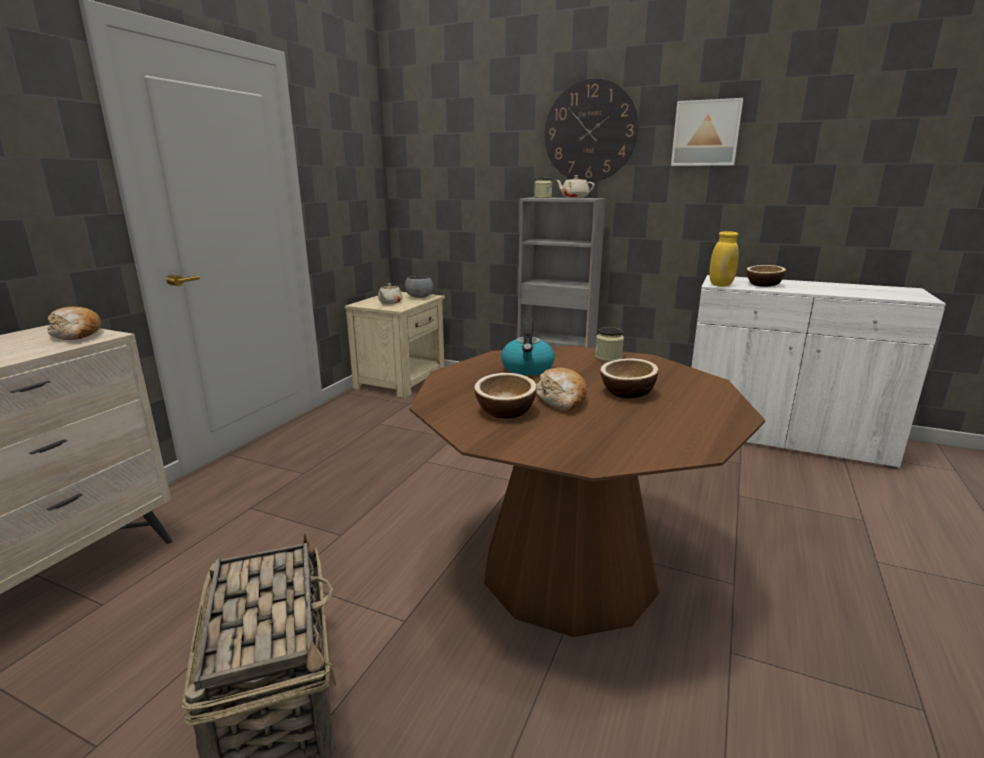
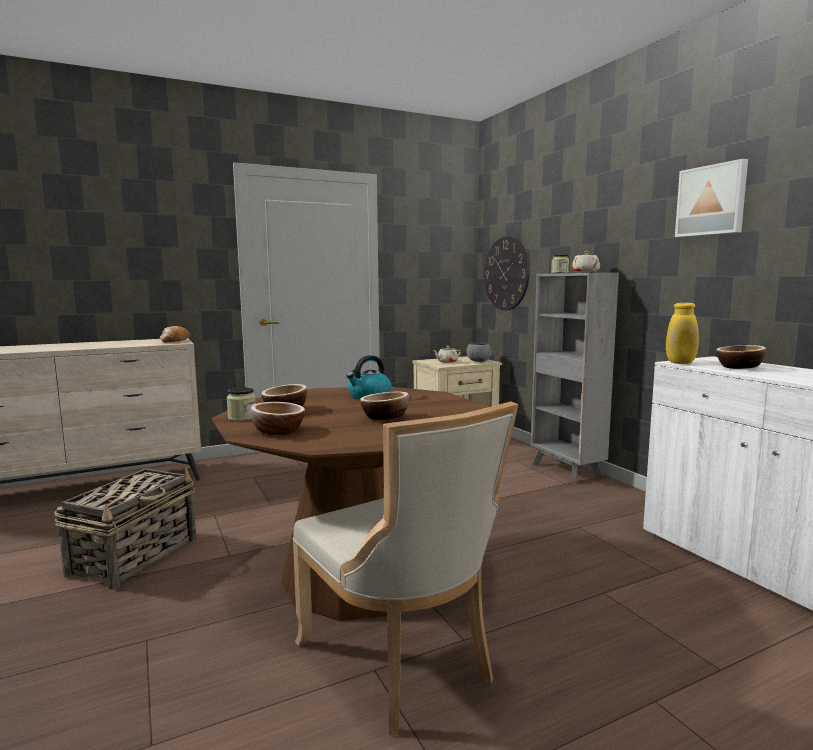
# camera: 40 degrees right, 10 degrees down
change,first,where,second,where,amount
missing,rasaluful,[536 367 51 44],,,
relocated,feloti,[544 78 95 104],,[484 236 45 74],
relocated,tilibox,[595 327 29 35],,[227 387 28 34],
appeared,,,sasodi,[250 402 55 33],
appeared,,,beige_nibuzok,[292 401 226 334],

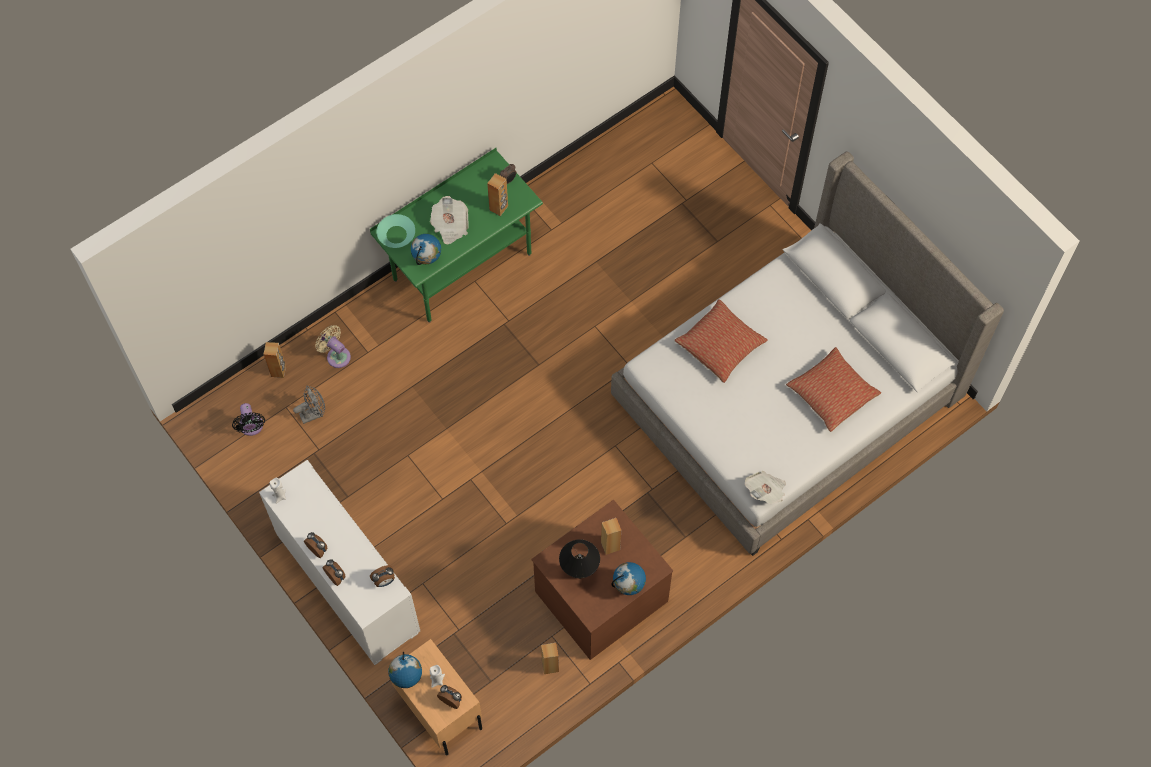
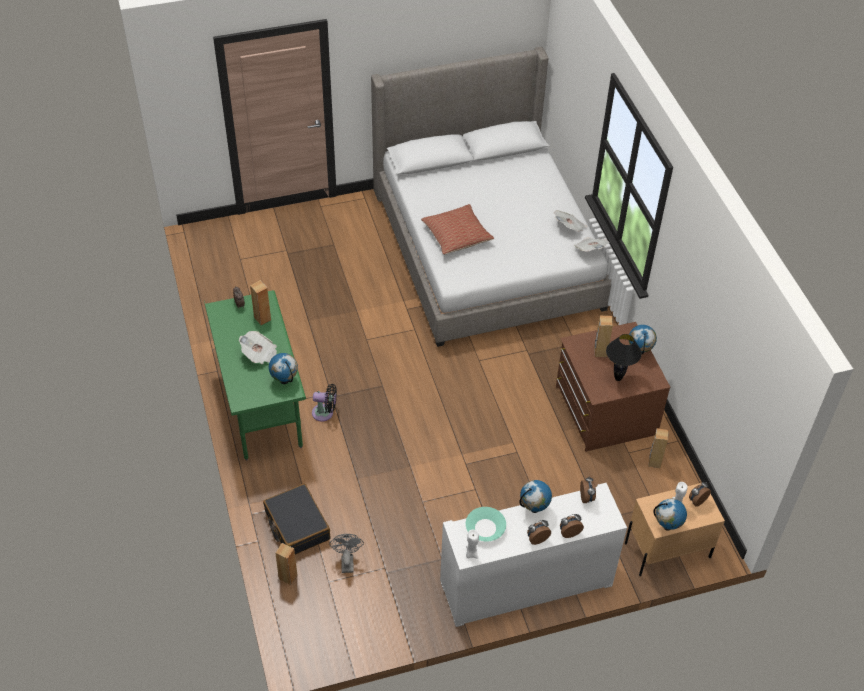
# camera: 70 degrees left, 15 degrees down
change,first,where,second,where,amount
relocated,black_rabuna,[232 403 33 33],,[312 384 25 37],
exchanged,beige_rabuna,[315 325 36 43],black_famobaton,[263 484 67 71],
relocated,turquoise_sasodi,[376 214 39 34],,[466 507 40 34],
missing,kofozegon,[786 347 95 85],,,
appeared,,,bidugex,[519 480 33 33],
appeared,,,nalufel,[554 210 33 22],

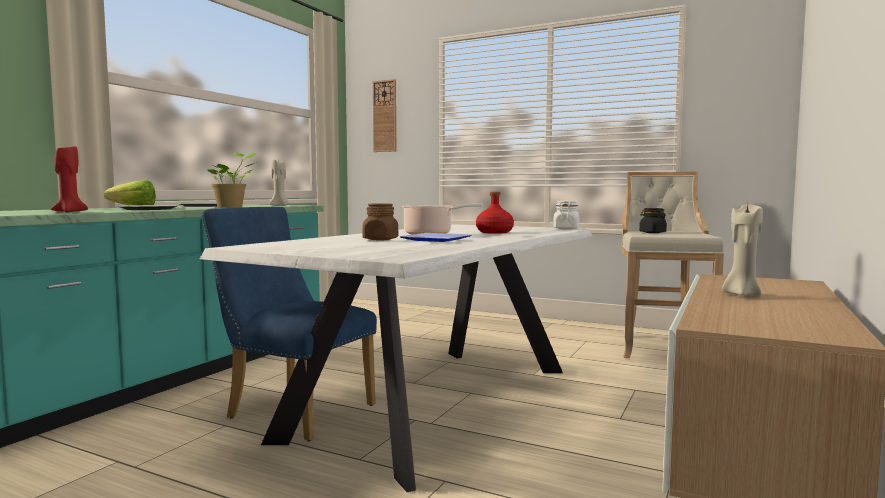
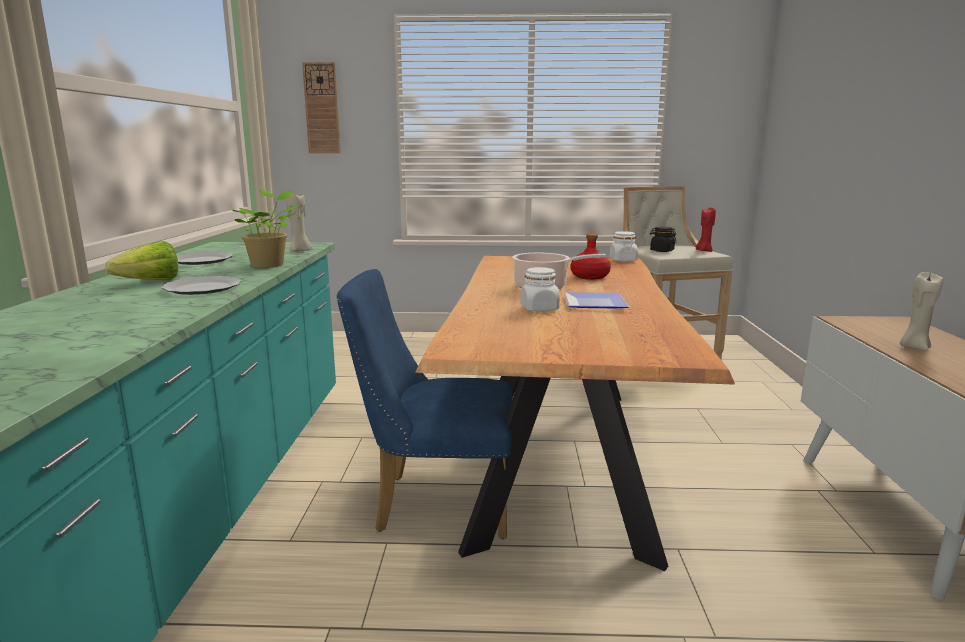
# camera: 25 degrees left, 10 degrees up
change,first,where,second,where,amount
relocated,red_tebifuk,[51 145 37 68],,[696 208 20 44],
colour,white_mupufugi,[200 224 393 268],brown_mupufugi,[416 256 319 315],
colour,brown_tilibox,[362 204 36 36],white_tilibox,[521 267 39 45],

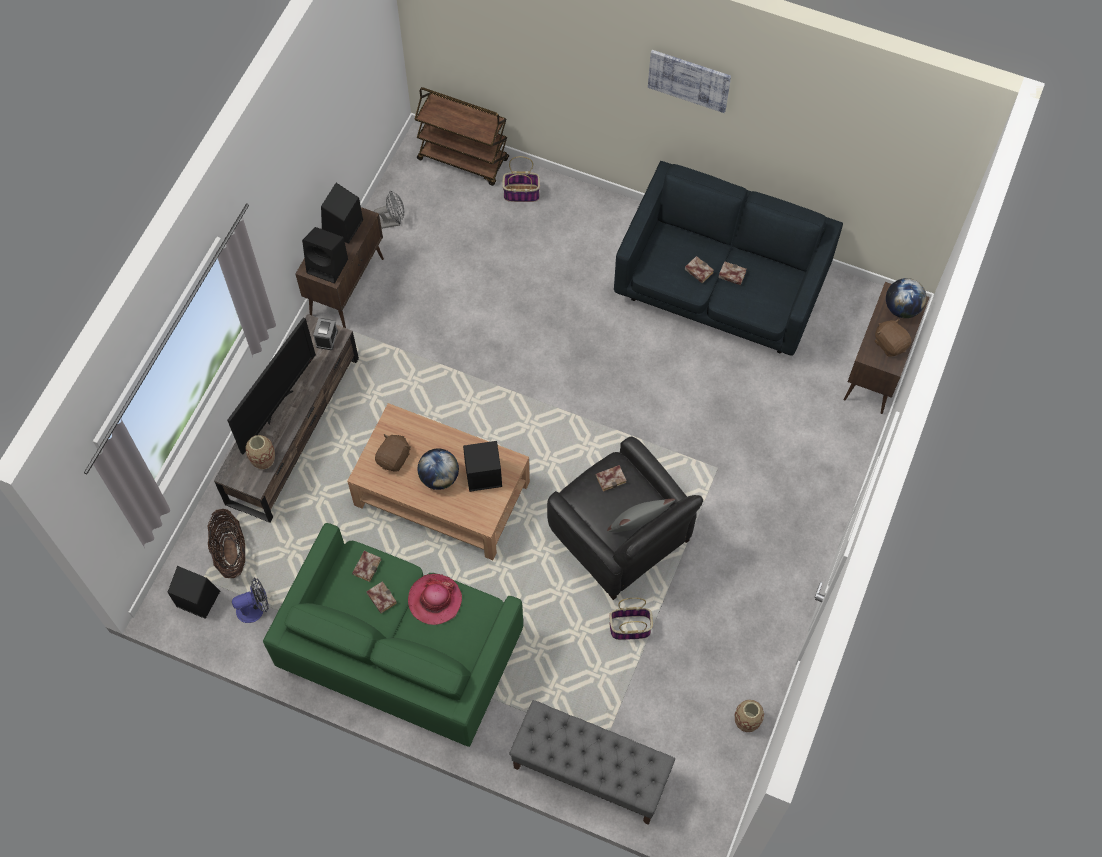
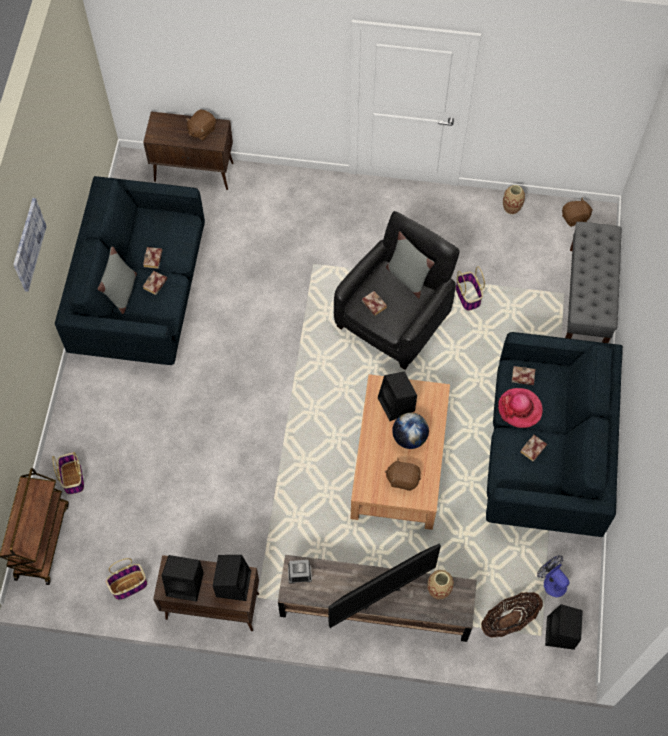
# camera: 105 degrees left, 0 degrees up
change,first,where,second,where,amount
spun,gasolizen,[227 317 89 137],,[328 544 113 84],135 degrees clockwise
colour,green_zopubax,[263 523 260 224],blue_zopubax,[486 332 137 205],
relocated,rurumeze,[352 551 29 31],,[512 366 23 19],
exchanged,grey_rabuna,[374 190 30 39],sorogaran,[106 558 41 42],
missing,bidugex,[886 278 41 40],,,
appeared,,,grey_kofozegon,[98 247 39 67],
appeared,,,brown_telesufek,[562 197 31 30],

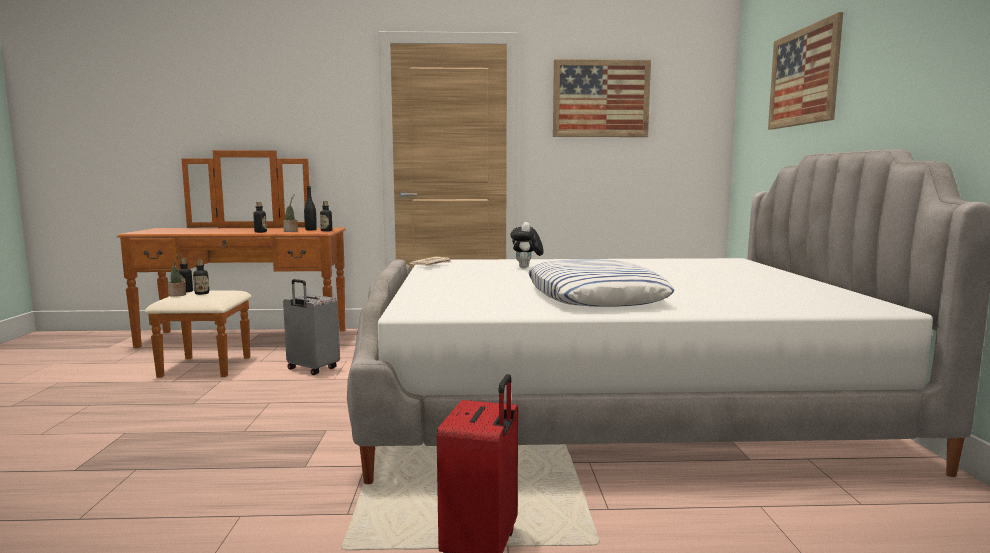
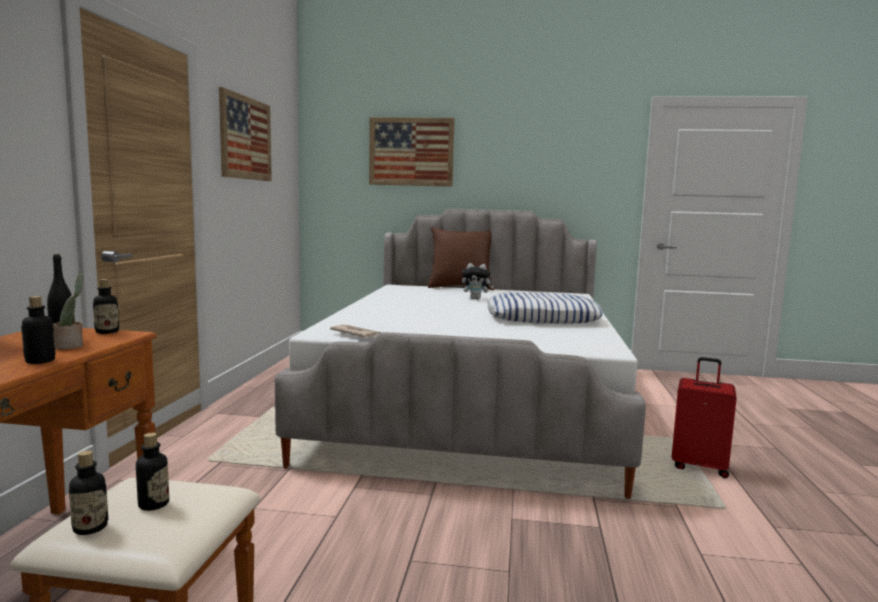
# camera: 80 degrees left, 0 degrees up
change,first,where,second,where,amount
missing,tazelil,[168 253 18 44],,,
missing,grey_famobaton,[283 279 57 96],,,
relocated,telesufek,[510 222 34 46],,[462 263 32 36],
appeared,,,brown_kofozegon,[428 227 66 63],

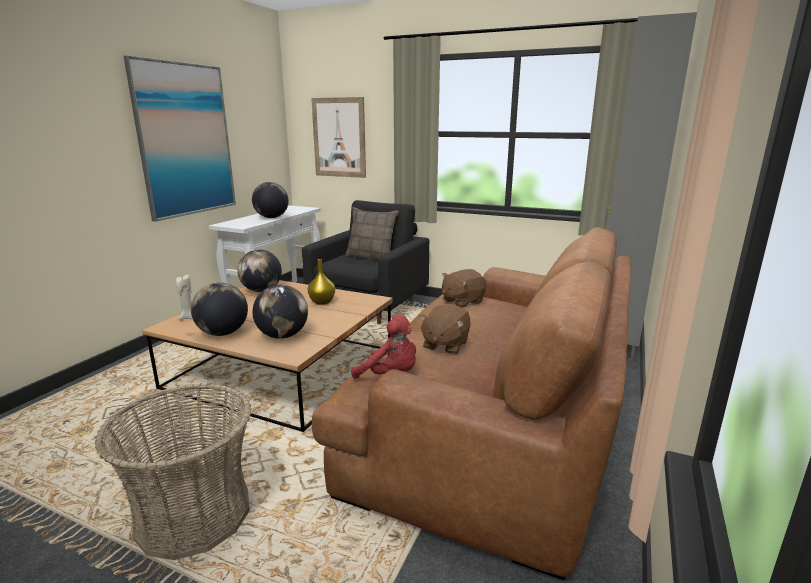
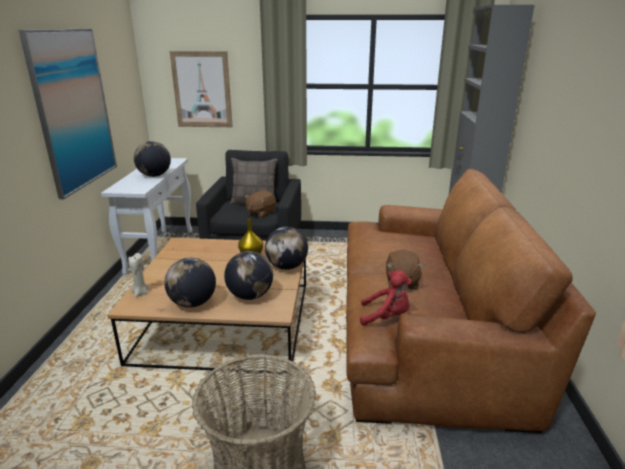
# camera: 20 degrees left, 5 degrees up
change,first,where,second,where,amount
relocated,bidugex,[237 250 45 42],,[265 227 43 43],
relocated,brown_telesufek,[442 269 45 39],,[245 190 31 28],

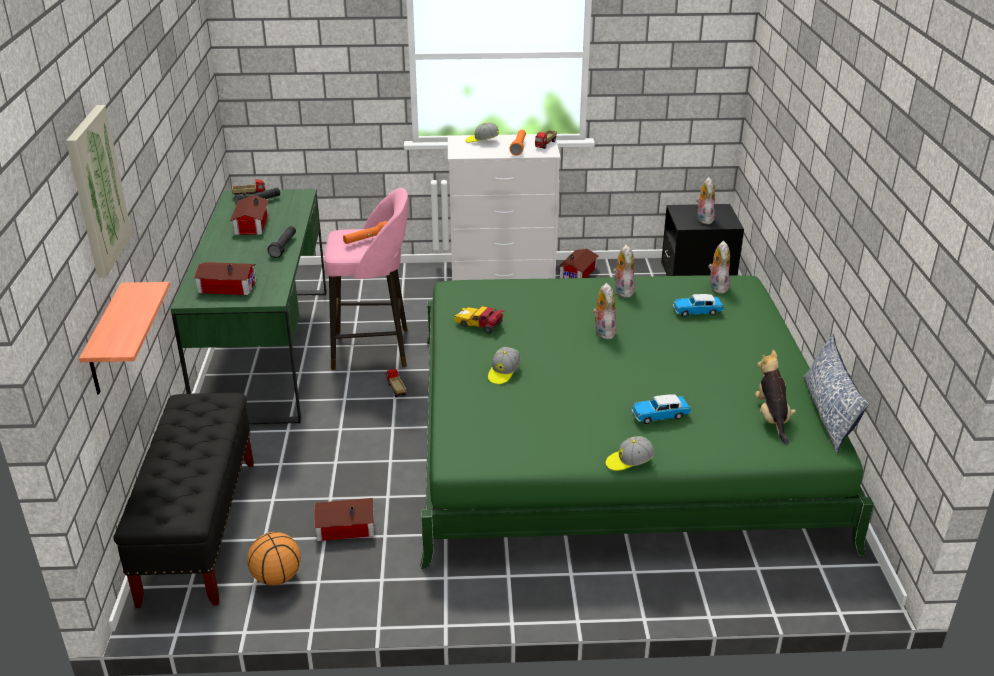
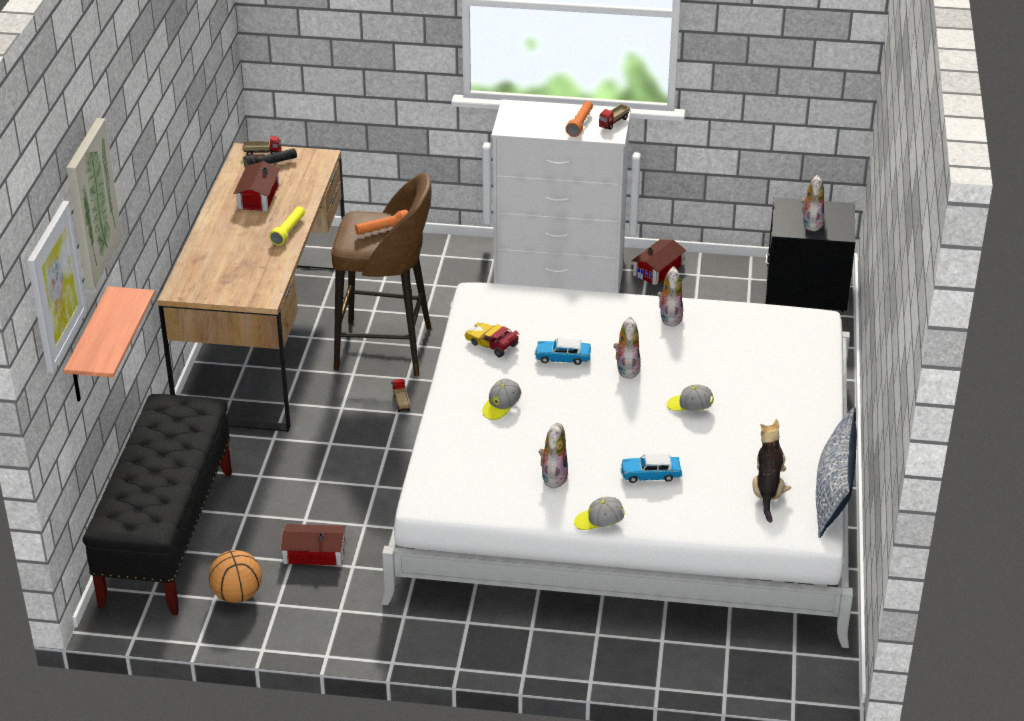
# camera: 10 degrees right, 5 degrees up
change,first,where,second,where,amount
colour,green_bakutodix,[171 189 156 235],brown_bakutodix,[158 143 187 289],
missing,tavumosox,[194 262 62 33],,,
colour,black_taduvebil,[268 226 28 32],yellow_taduvebil,[269 207 36 38],
colour,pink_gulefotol,[324 188 84 182],brown_gulefotol,[331 173 101 204],
colour,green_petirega,[420 275 454 294],white_petirega,[381 282 472 366],
relocated,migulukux,[465 122 34 21],,[666 384 48 27],
relocated,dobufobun,[673 294 51 23],,[535 338 56 27],
relocated,telesufek,[708 241 22 53],,[539 423 29 65],
appeared,,,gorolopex,[27 201 60 172],

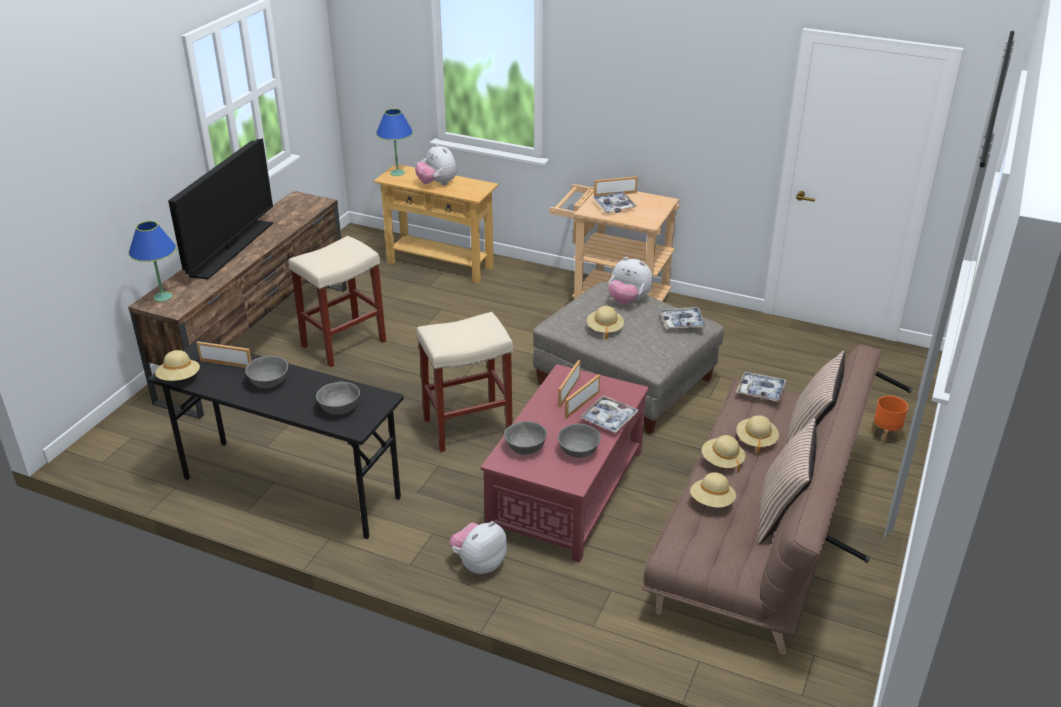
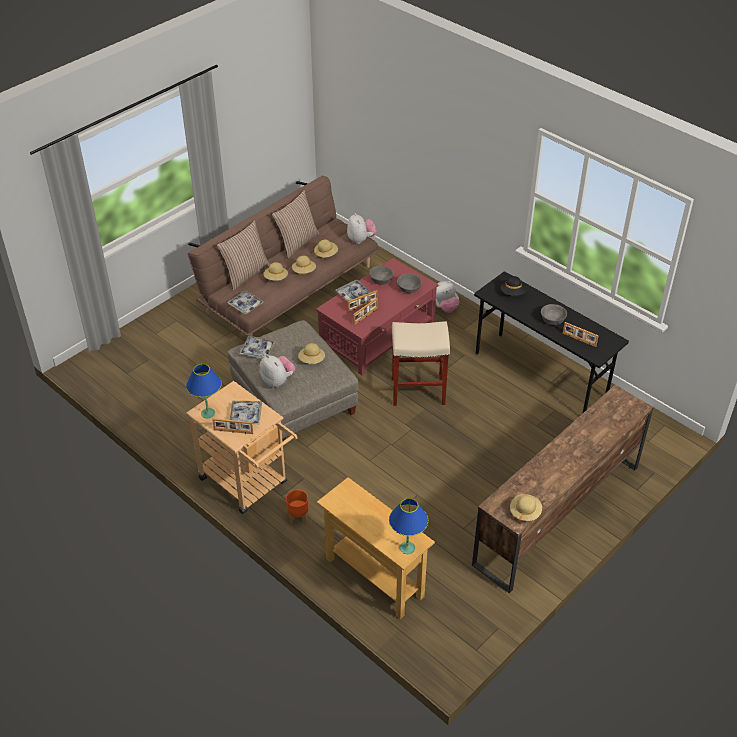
# camera: 160 degrees left, 10 degrees up
change,first,where,second,where,amount
relocated,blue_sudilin,[128 221 48 81],,[186 364 36 54],
relocated,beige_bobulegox,[155 350 45 31],,[510 494 32 30],
missing,gasolizen,[168 138 105 142],,,
missing,beige_gulefotol,[288 236 98 131],,,
exchanged,grey_sasodi,[316 382 44 33],black_bobulegox,[500 276 27 20],
relocated,telesufek,[415 143 42 42],,[347 213 30 31],
relocated,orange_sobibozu,[871 396 37 48],,[286 490 23 34],

